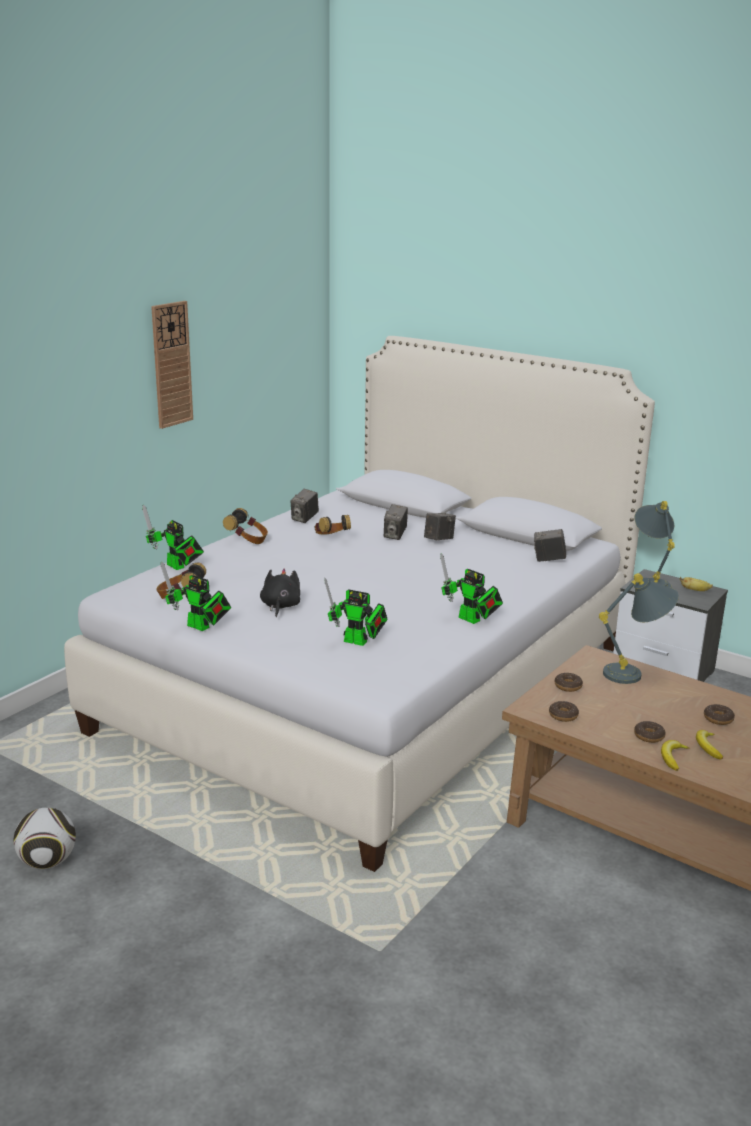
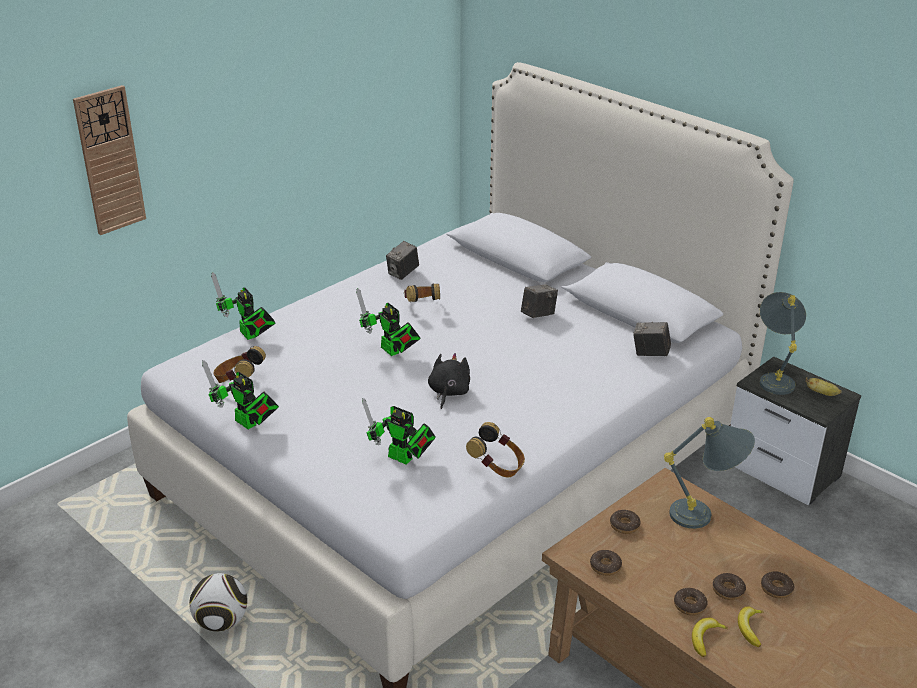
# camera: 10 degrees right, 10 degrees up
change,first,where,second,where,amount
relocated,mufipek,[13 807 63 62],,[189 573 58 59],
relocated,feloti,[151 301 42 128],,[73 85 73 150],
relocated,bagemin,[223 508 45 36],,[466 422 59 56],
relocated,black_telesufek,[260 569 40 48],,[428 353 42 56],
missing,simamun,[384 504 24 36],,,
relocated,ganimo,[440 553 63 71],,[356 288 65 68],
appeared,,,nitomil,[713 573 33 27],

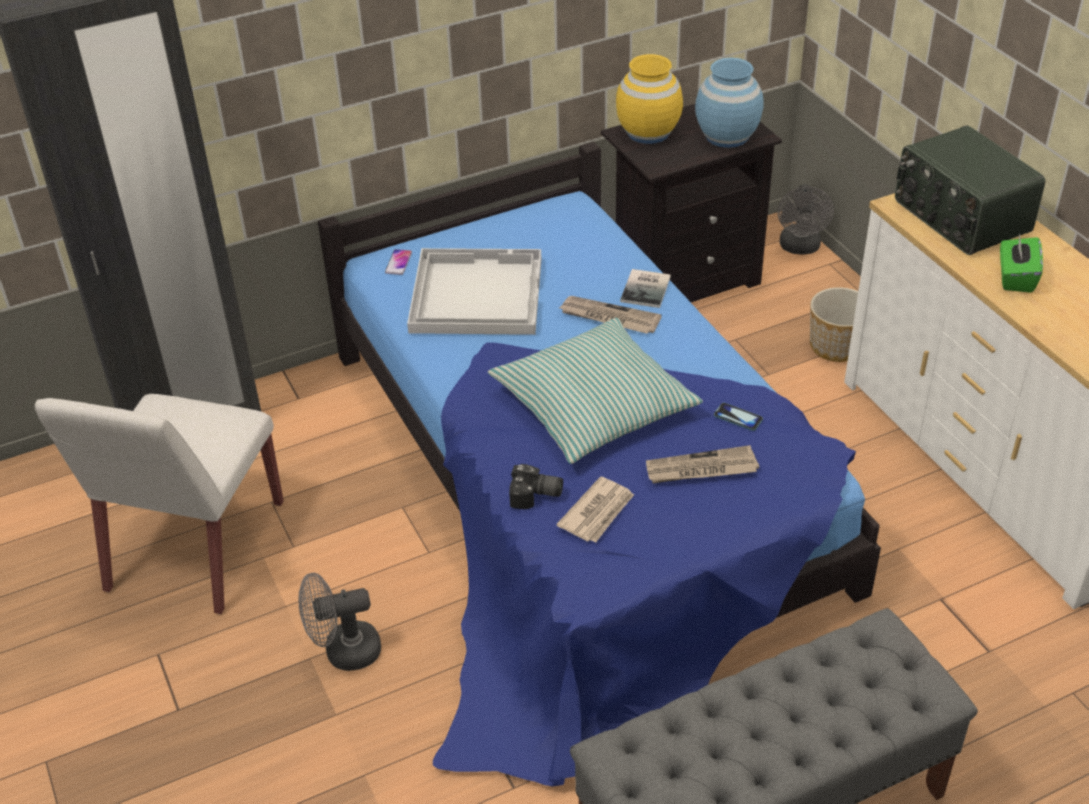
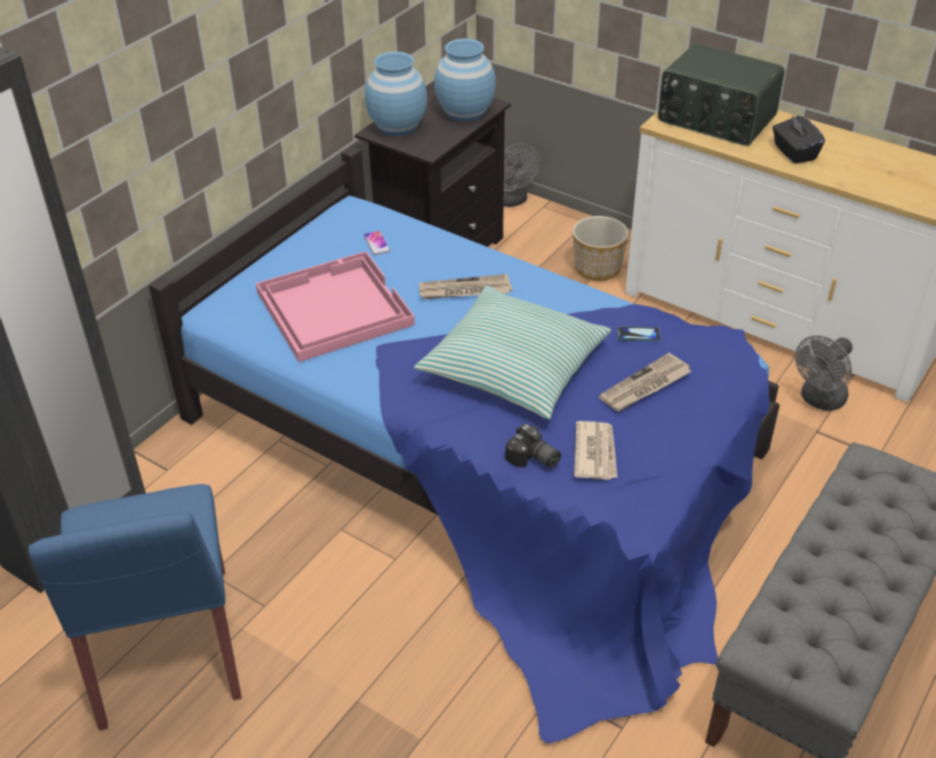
# camera: 30 degrees left, 0 degrees up
change,first,where,second,where,amount
colour,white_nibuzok,[35 394 249 220],blue_nibuzok,[28 484 213 246],
relocated,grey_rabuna,[299 573 82 98],,[795 335 58 76],
relocated,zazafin,[385 249 27 26],,[364 231 26 24],
colour,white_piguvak,[407 248 135 87],pink_piguvak,[256 251 159 111],
spun,simamun,[509 464 54 45],,[505 424 56 44],60 degrees clockwise
colour,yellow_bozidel,[616 54 67 90],blue_bozidel,[365 51 62 85],
missing,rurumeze,[620 269 51 39],,,
colour,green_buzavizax,[1000 234 43 59],black_buzavizax,[773 115 52 49],

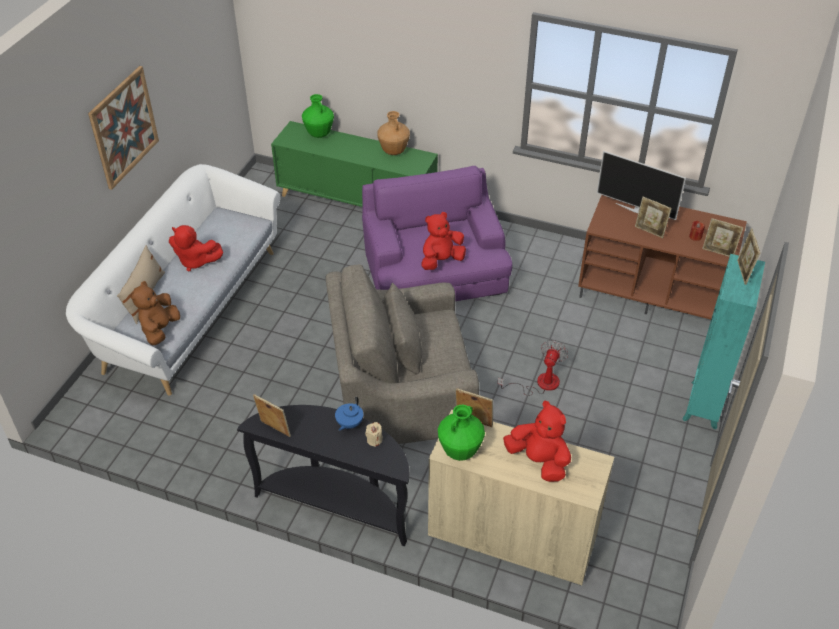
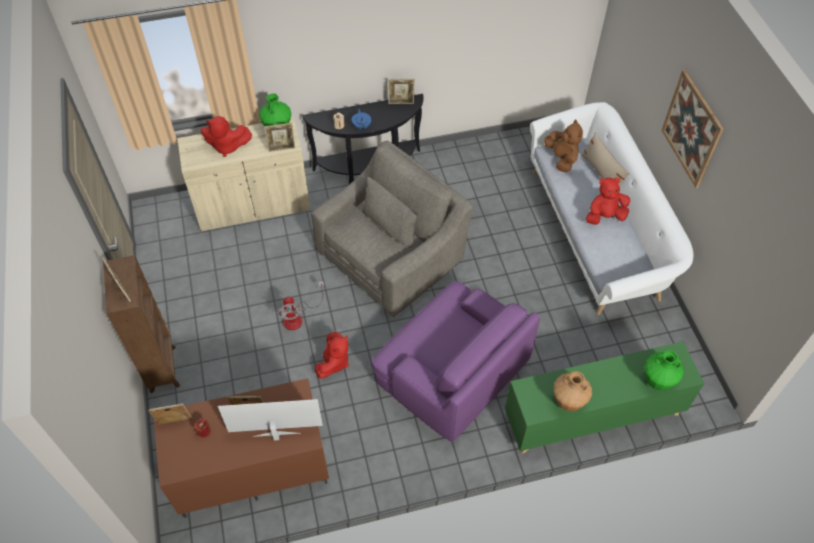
# camera: 145 degrees right, 10 degrees up
change,first,where,second,where,amount
relocated,red_telesufek,[421 212 45 58],,[315 332 34 47],
colour,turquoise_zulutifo,[682 254 83 176],brown_zulutifo,[103 255 77 138],

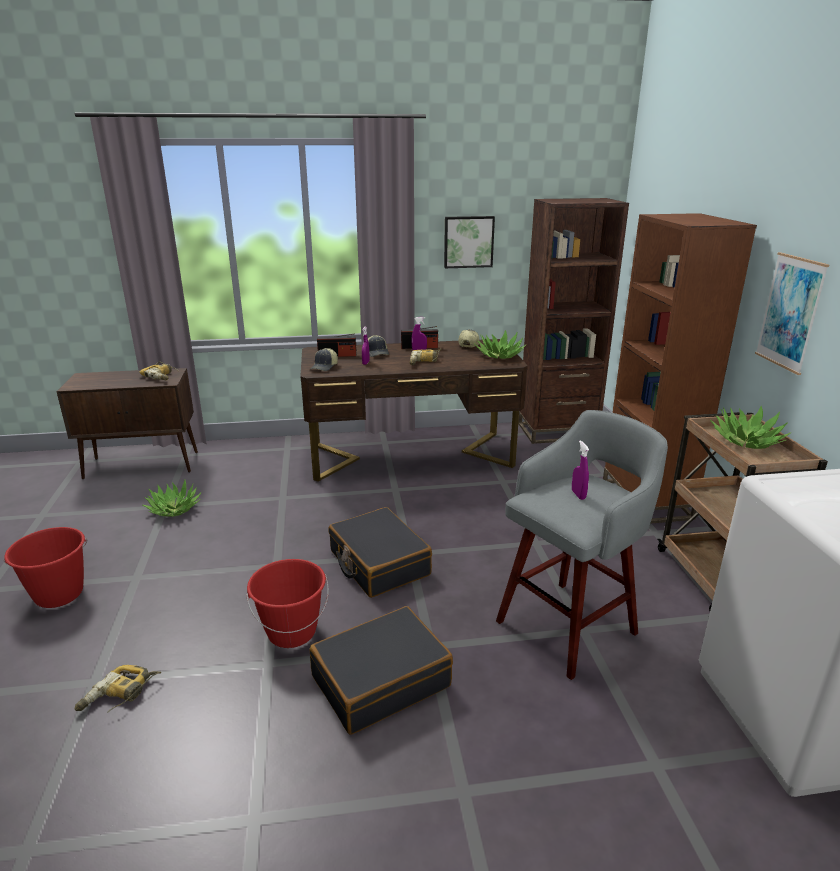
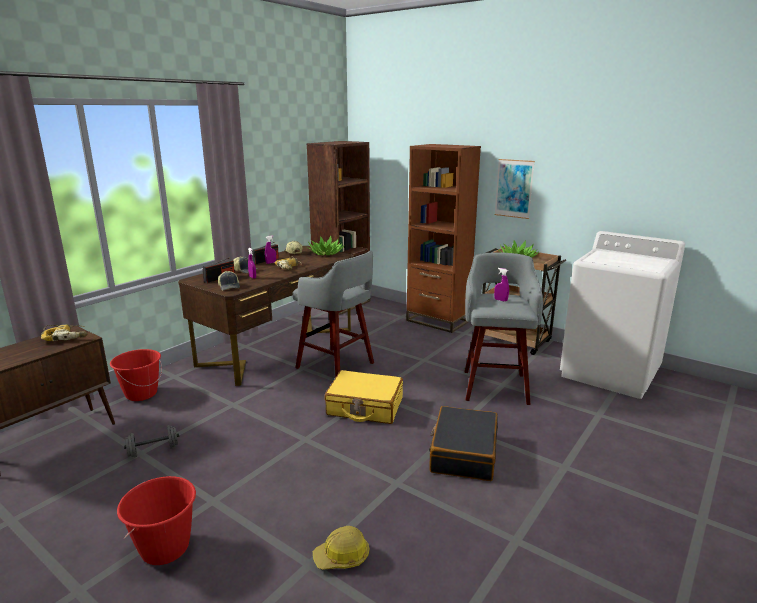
# camera: 45 degrees left, 5 degrees down
change,first,where,second,where,amount
exchanged,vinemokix,[75 665 86 47],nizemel,[313 526 57 44],
exchanged,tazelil,[143 480 59 37],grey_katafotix,[124 425 55 33],
relocated,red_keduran,[246 559 83 89],,[110 349 52 52],
colour,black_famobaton,[328 507 104 91],yellow_famobaton,[325 370 78 54],
missing,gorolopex,[444 216 51 52],,,
appeared,,,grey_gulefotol,[292 251 82 125],

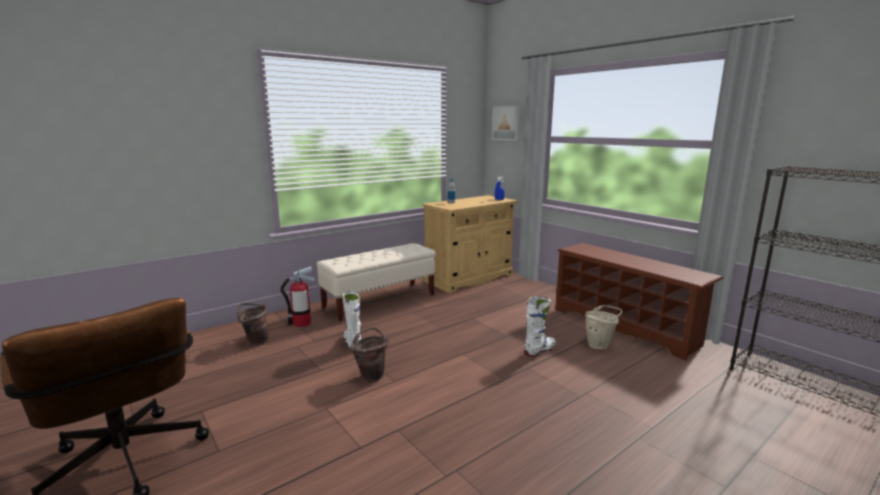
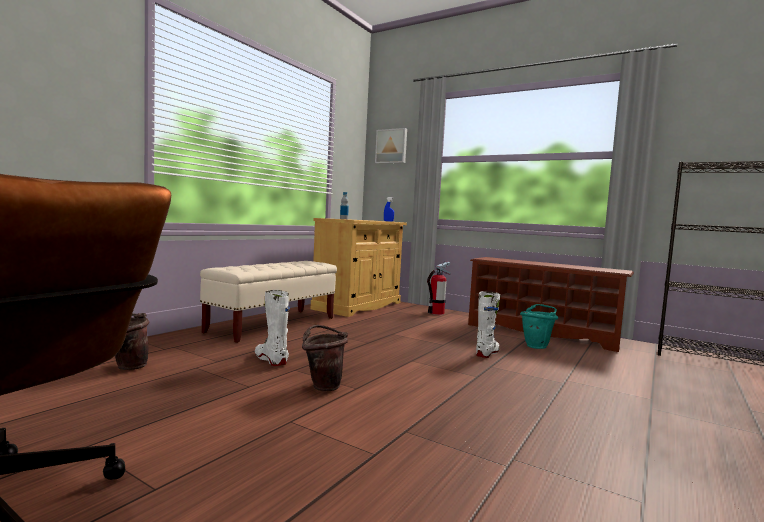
# camera: 20 degrees left, 10 degrees down
change,first,where,second,where,amount
relocated,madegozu,[281 266 34 61],,[427 262 24 53],
colour,beige_keduran,[585 305 38 45],turquoise_keduran,[520 304 38 45],

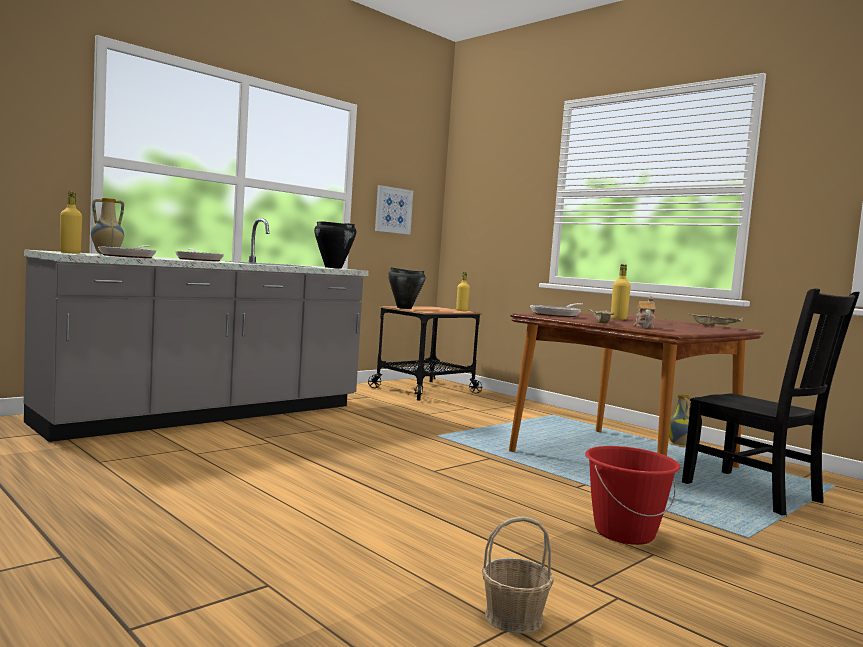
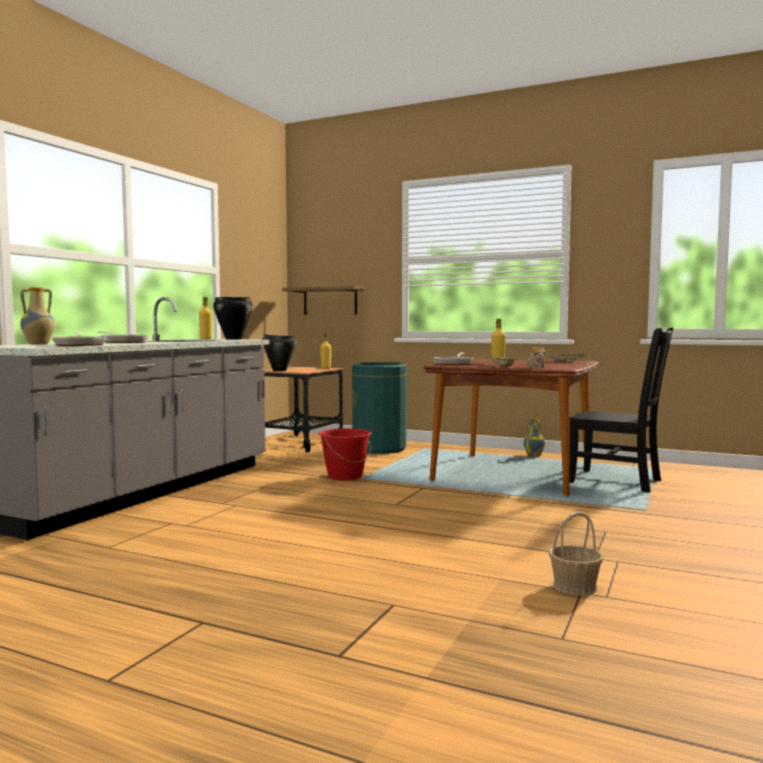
# camera: 20 degrees left, 0 degrees up
change,first,where,second,where,amount
relocated,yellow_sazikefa,[60 192 22 62],,[199 297 14 42],
missing,gorolopex,[375 185 38 50],,,
relocated,red_keduran,[585 446 95 99],,[319 428 52 53],
appeared,,,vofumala,[282 286 84 29],
appeared,,,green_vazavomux,[352 362 55 92],

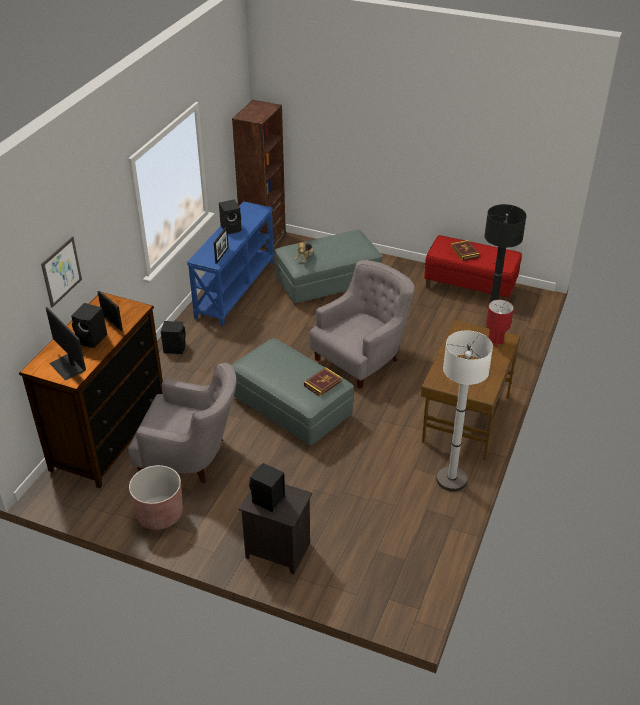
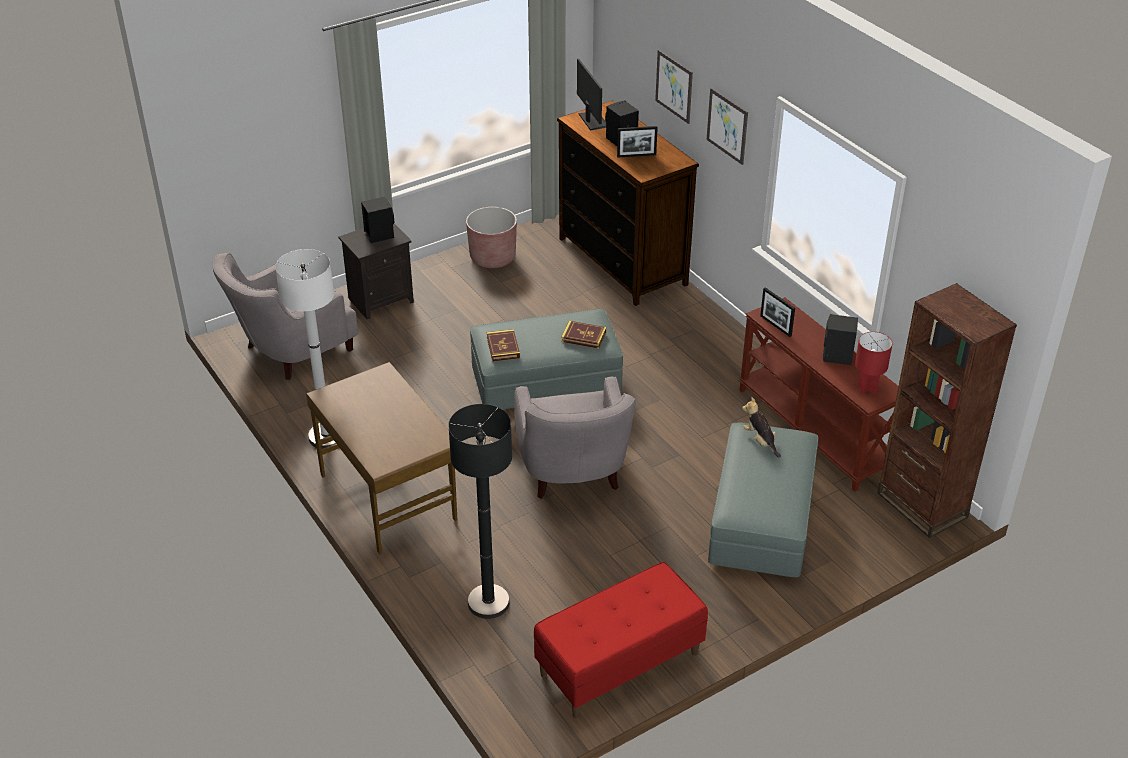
# camera: 125 degrees right, 0 degrees up
change,first,where,second,where,amount
spun,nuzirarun,[46 307 40 74],,[577 59 29 72],75 degrees clockwise
relocated,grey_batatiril,[128 362 109 122],,[213 253 145 127],
missing,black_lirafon,[161 321 25 33],,,
colour,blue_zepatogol,[187 201 88 125],brown_zepatogol,[739 297 159 195],
relocated,rurumeze,[451 240 29 21],,[561 321 45 28],
relocated,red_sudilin,[486 300 28 48],,[855 332 37 63],
appeared,,,gorolopex,[707 88 41 77],

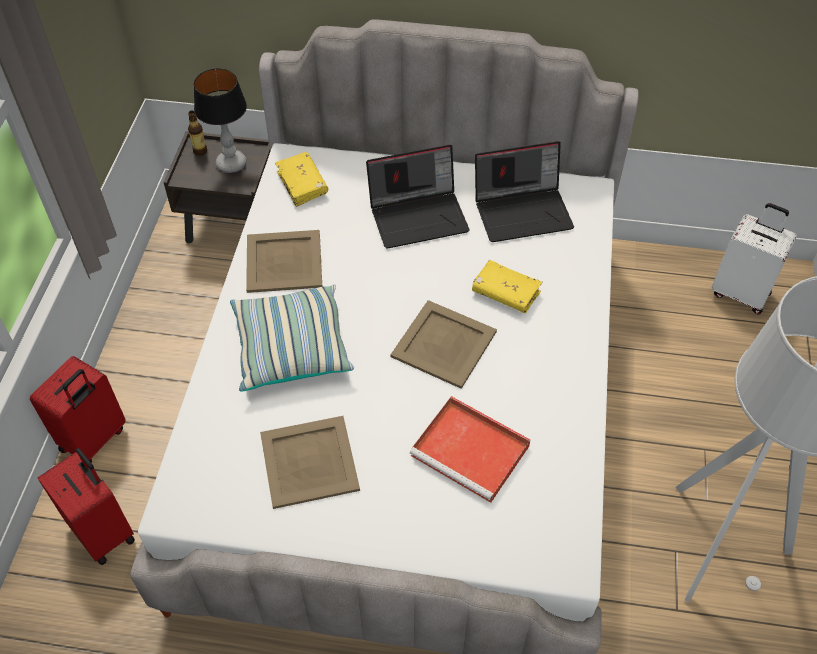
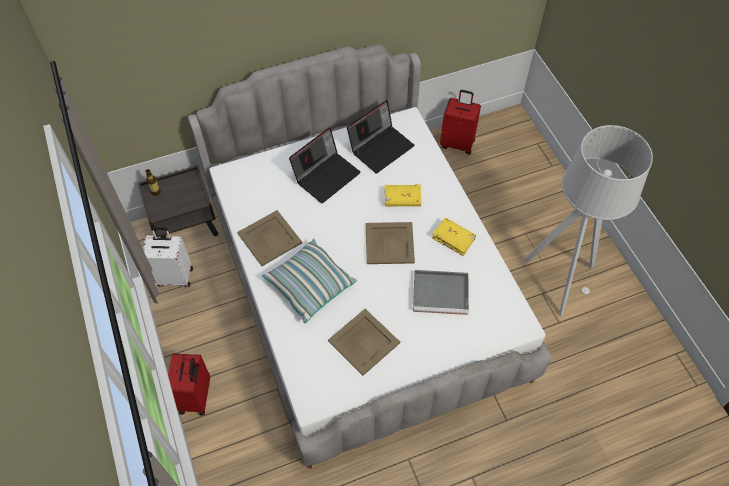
# camera: 30 degrees left, 5 degrees up
change,first,where,second,where,amount
relocated,red_famobaton,[37 448 98 117],,[440 90 41 65],
missing,sudilin,[194 68 53 105],,,
relocated,yellow_rurumeze,[275 152 53 55],,[432 218 44 38],
colour,red_piguvak,[410 396 120 107],grey_piguvak,[413 270 56 45],
relocated,white_famobaton,[712 203 85 111],,[143 227 50 60],

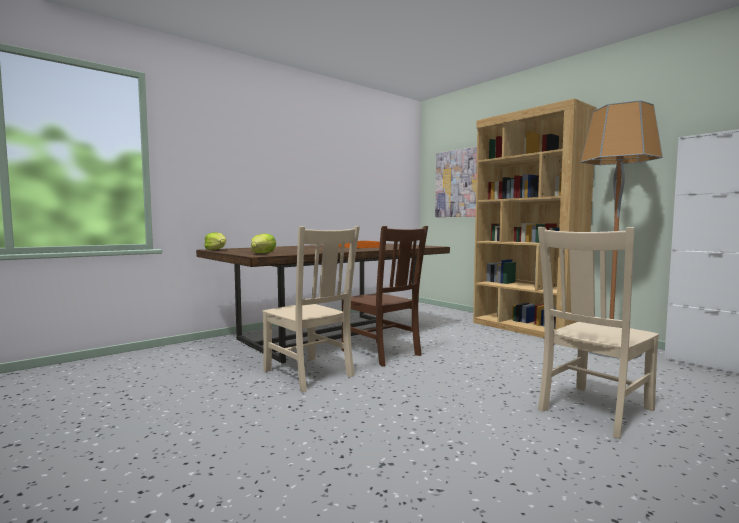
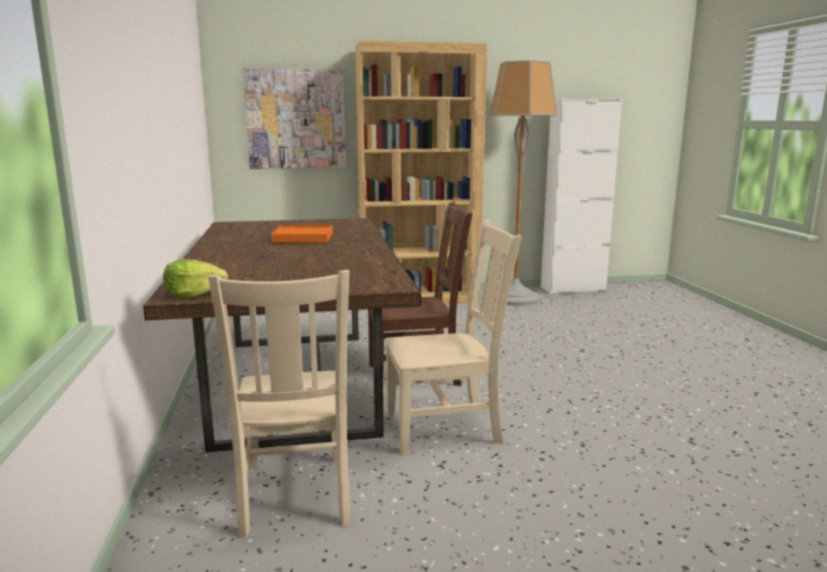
# camera: 60 degrees left, 10 degrees up
change,first,where,second,where,amount
missing,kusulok,[251 234 25 19],,,
relocated,beige_nibuzok,[538 227 121 212],,[208 270 142 268],

